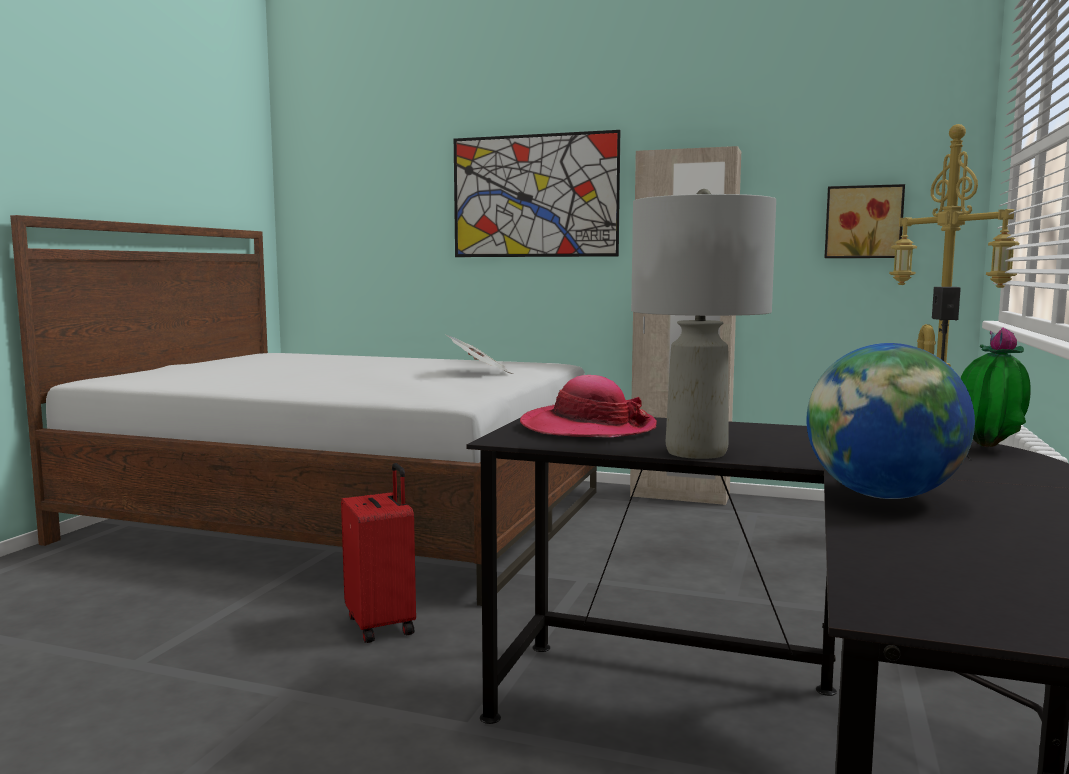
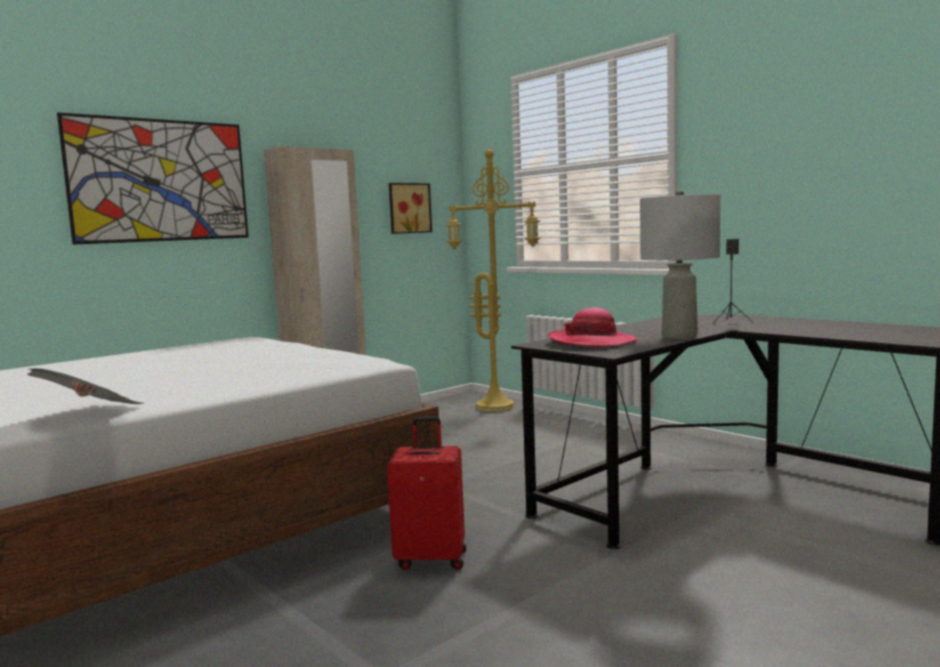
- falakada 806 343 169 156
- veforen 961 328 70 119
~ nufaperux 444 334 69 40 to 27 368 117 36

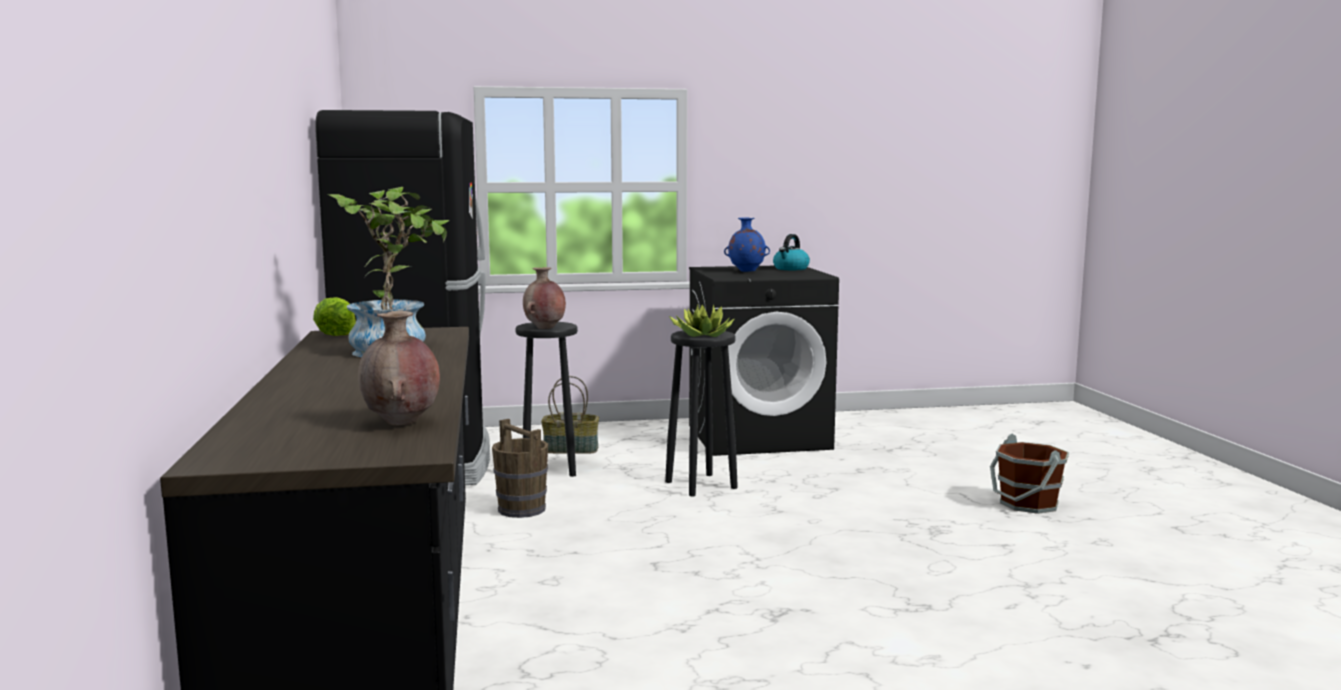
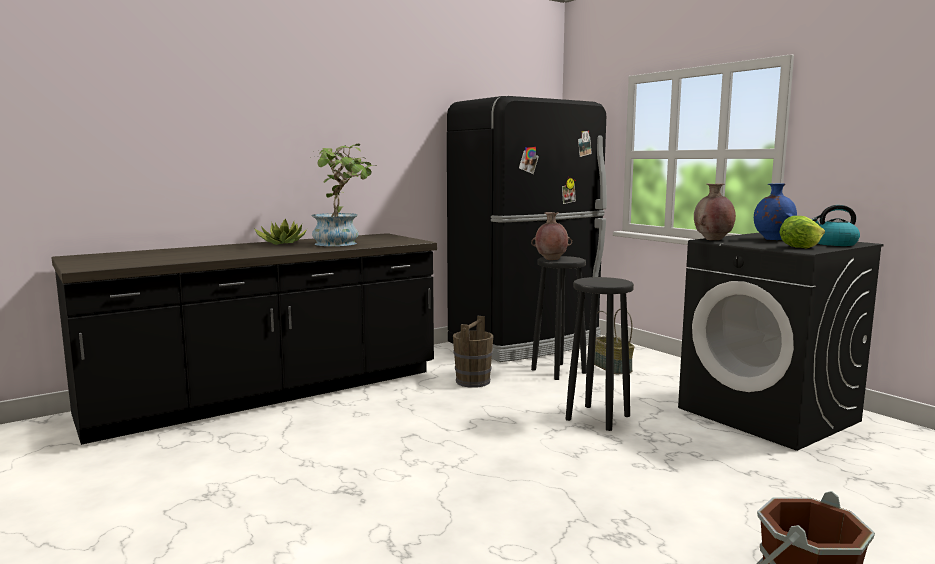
~ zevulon 313 297 43 39 to 779 216 46 32
~ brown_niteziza 358 311 82 114 to 694 183 42 57
~ veforen 669 304 66 33 to 254 218 53 27

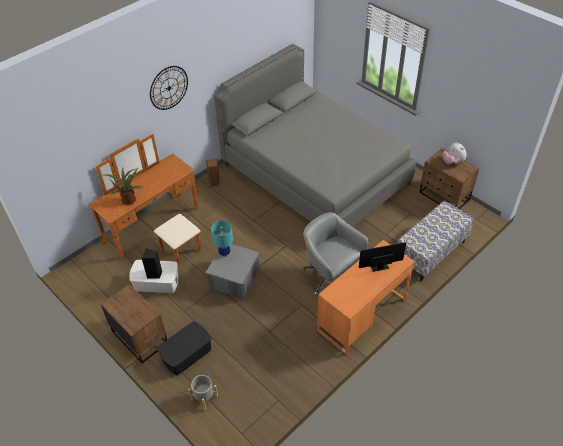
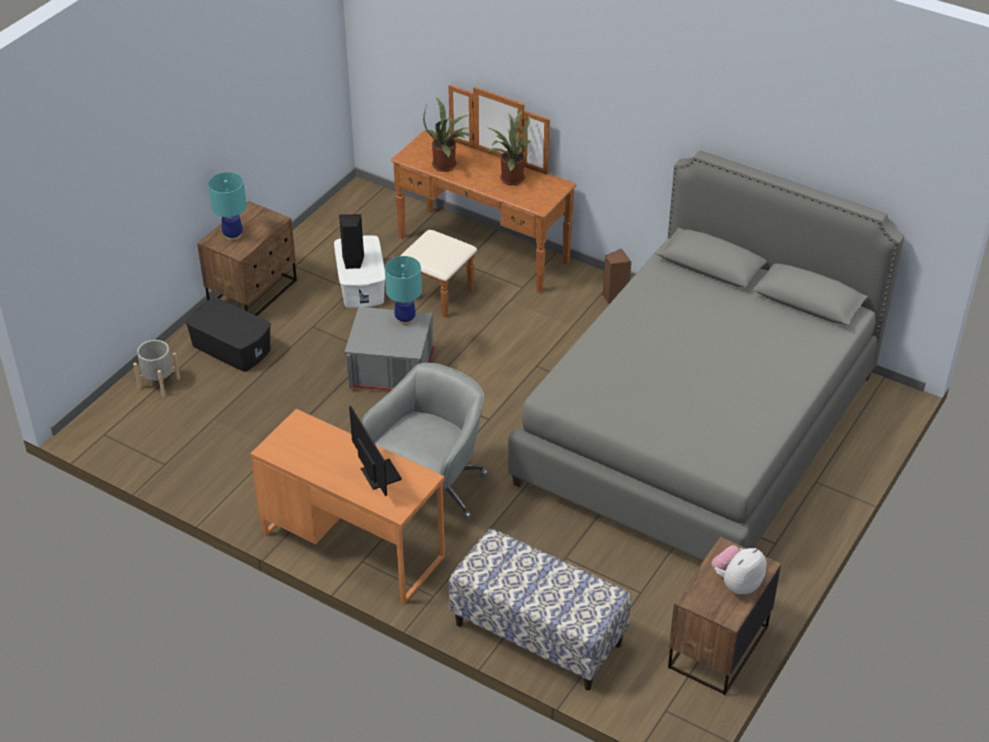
- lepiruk 150 66 38 44
+ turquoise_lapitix 208 172 39 69
+ veforen 488 110 43 75

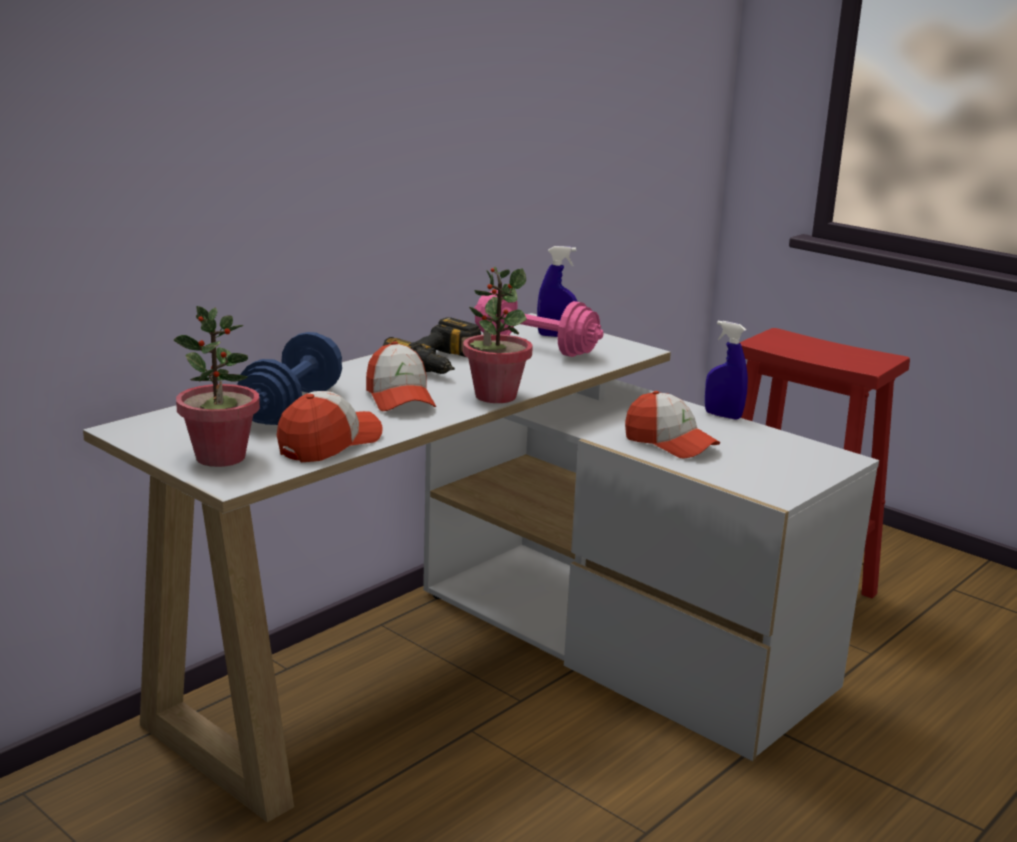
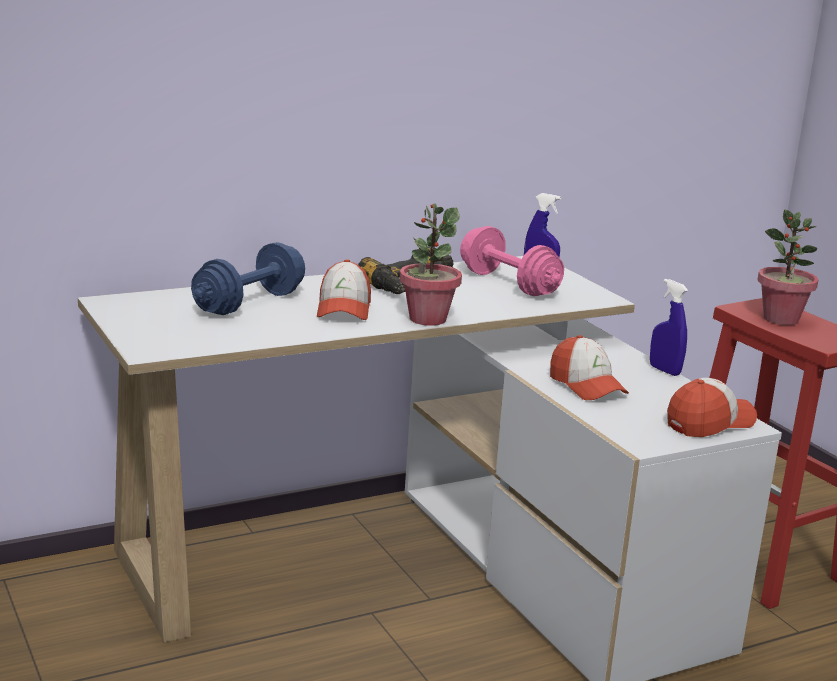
~ veforen 174 306 86 161 to 757 209 62 116
~ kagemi 277 391 105 71 to 667 378 90 59

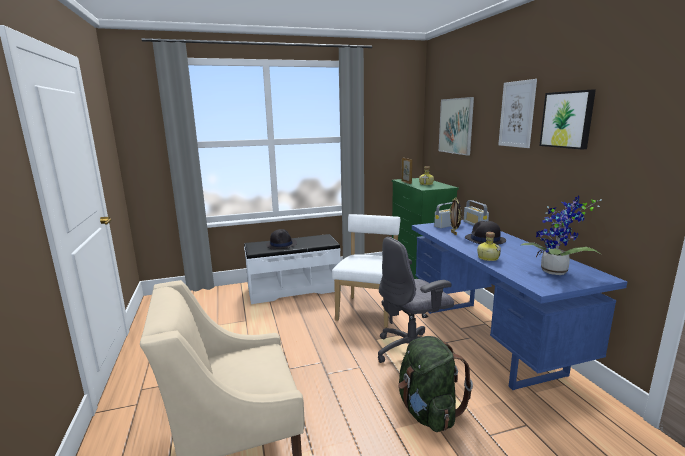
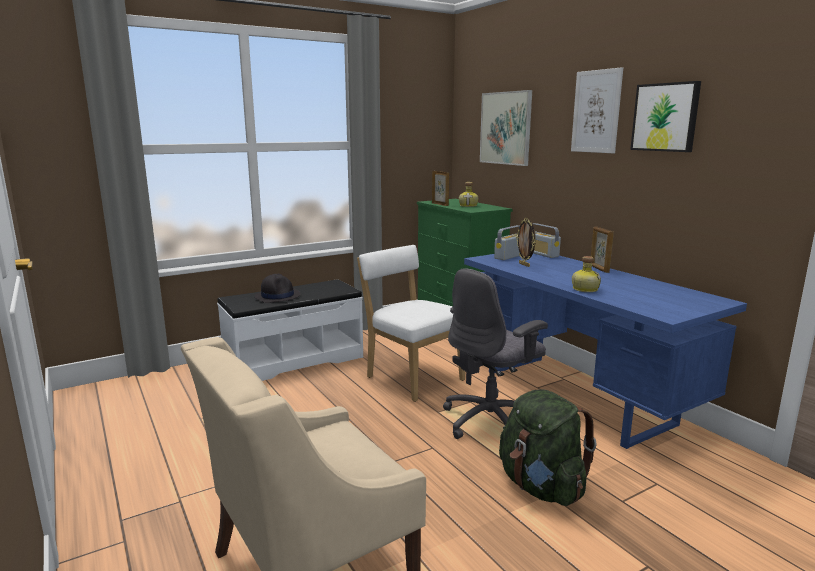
- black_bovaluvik 465 221 41 24
- veforen 521 196 81 79
+ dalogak 591 226 23 47
~ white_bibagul 332 214 69 114 = 357 245 108 157 45 degrees counterclockwise

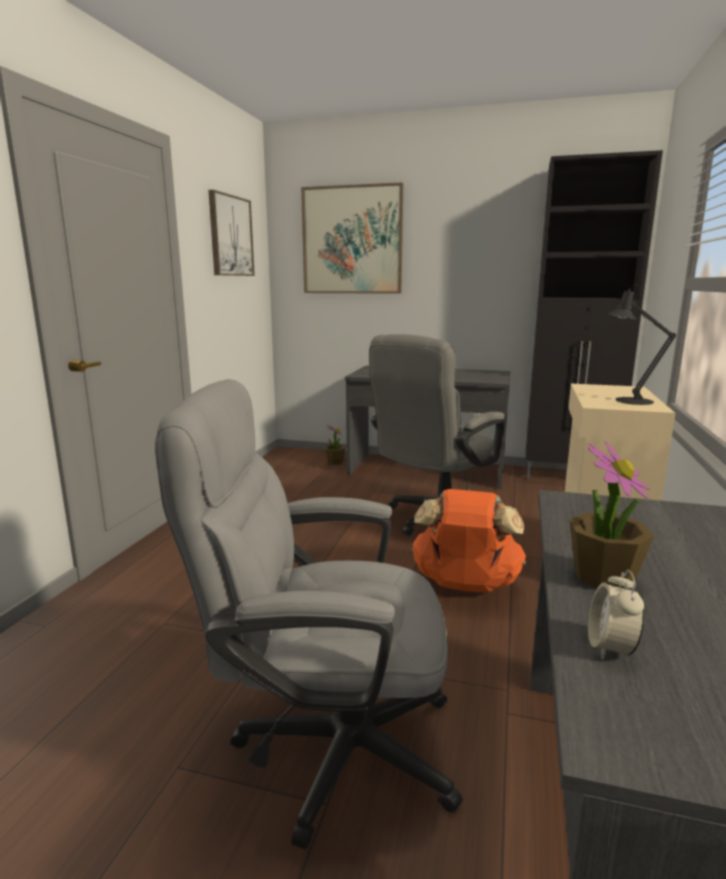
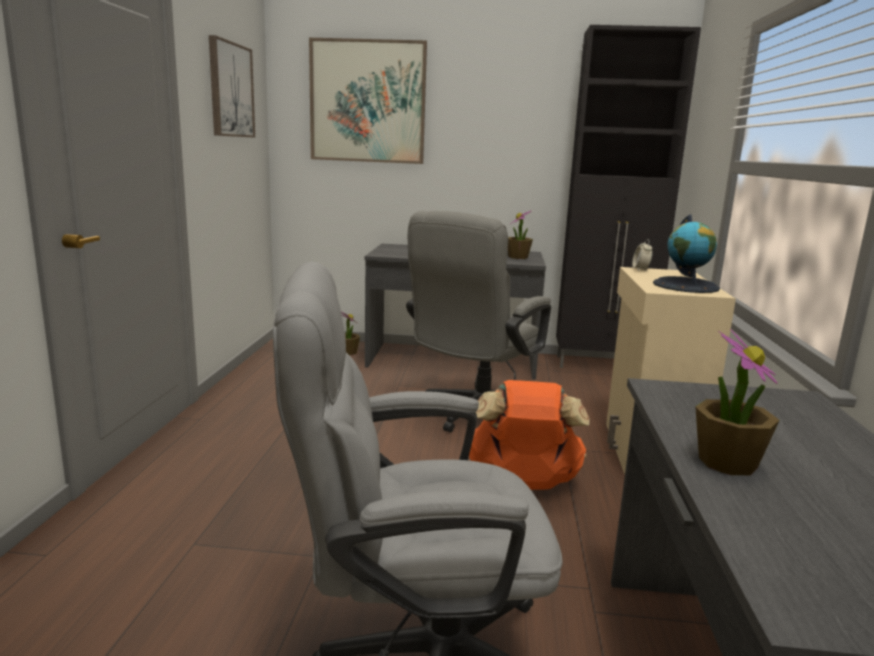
+ veforen 508 210 25 49
~ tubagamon 588 570 57 89 to 632 239 21 32
~ black_lapitix 608 284 68 121 to falakada 653 215 67 78

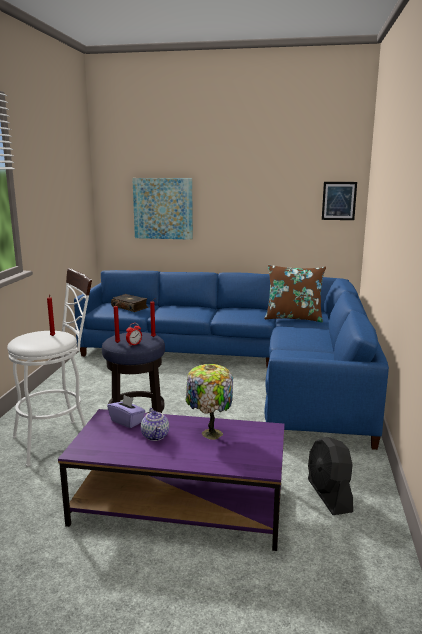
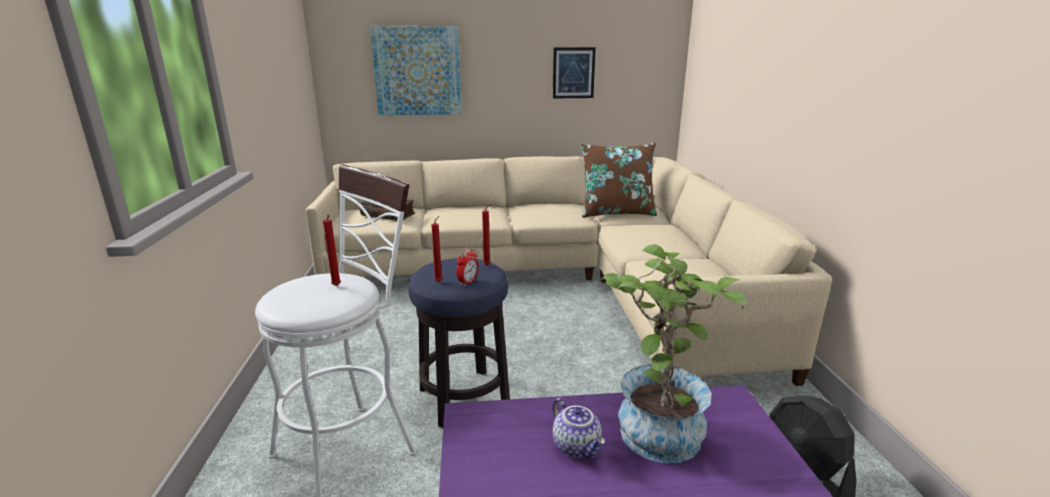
- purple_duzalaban 107 395 38 33
~ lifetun 322 182 35 38 to 553 47 43 51
~ lapitix 186 364 47 76 to veforen 600 244 147 219
~ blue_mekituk 74 270 315 180 to beige_mekituk 306 156 526 230

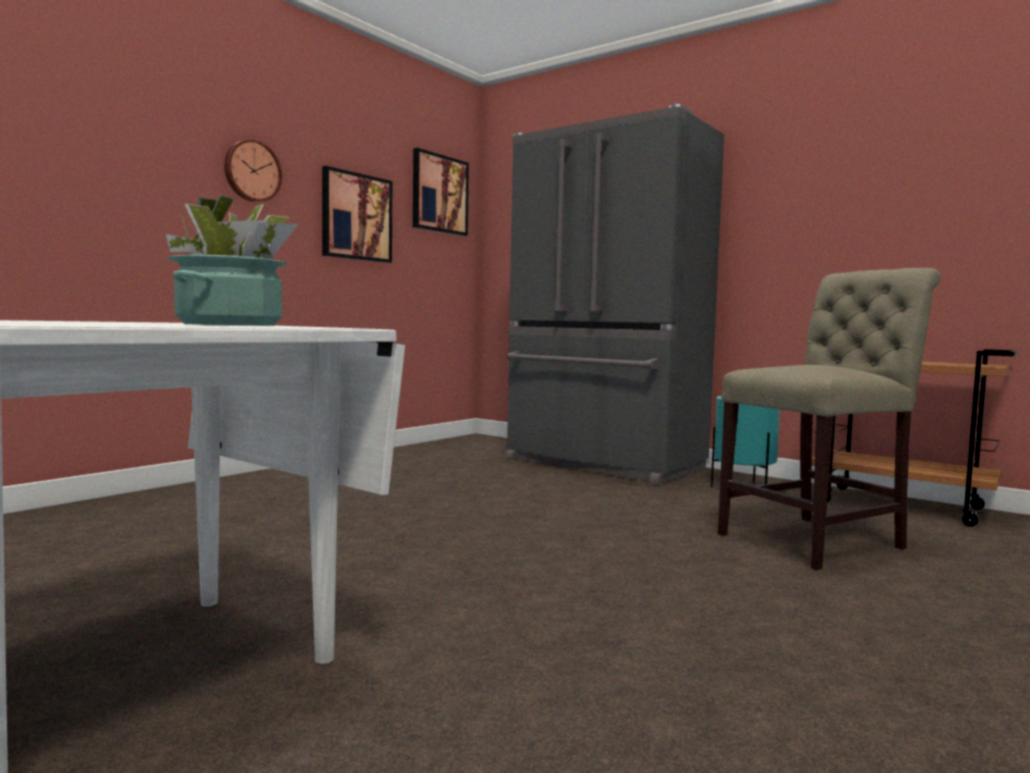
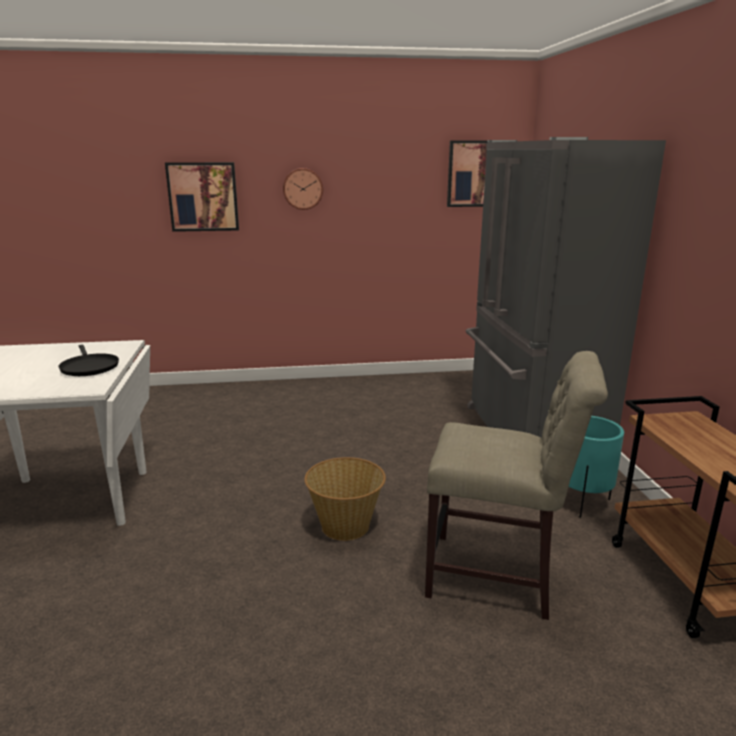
+ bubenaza 304 457 82 84
~ lifetun 322 166 70 97 to 165 162 74 70
~ veforen 166 194 132 131 to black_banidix 59 345 60 31

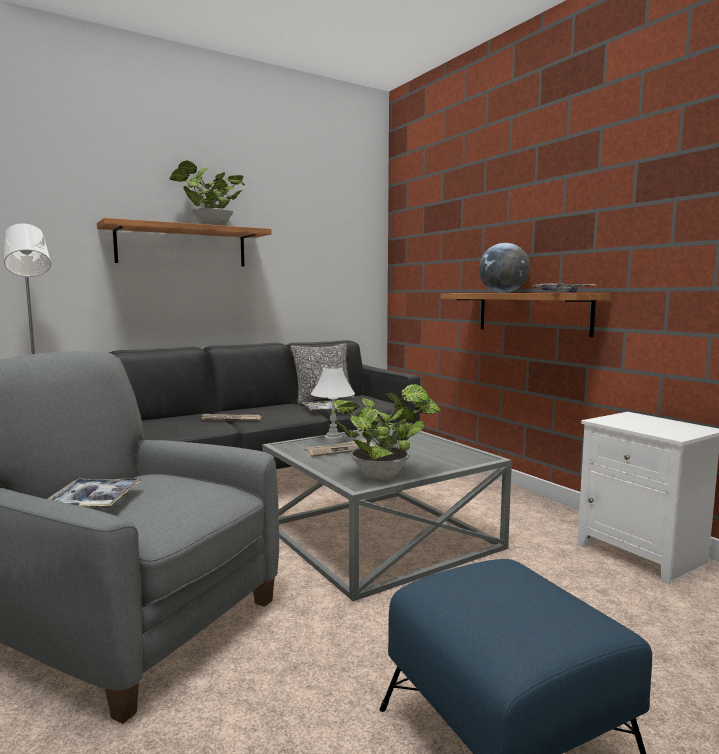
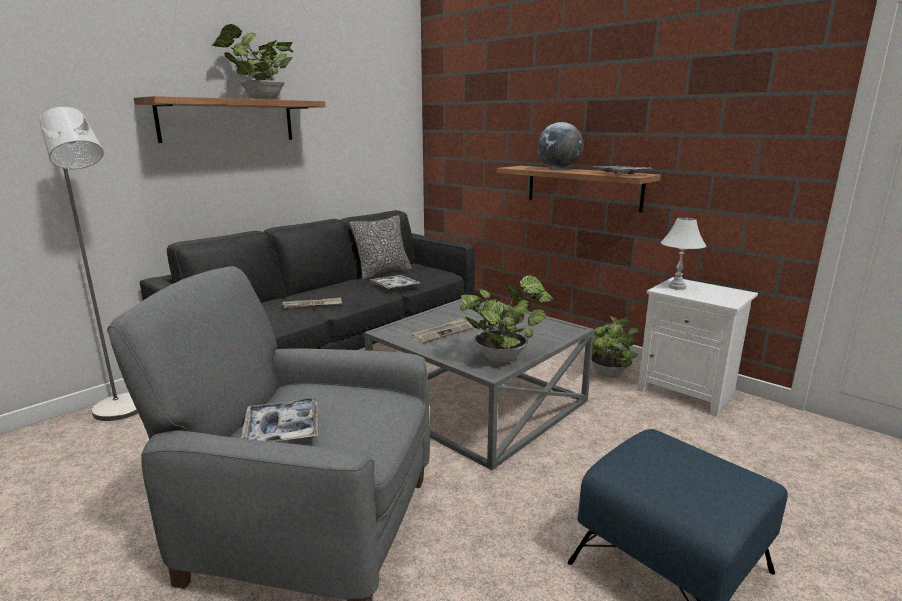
+ veforen 591 316 48 61
~ white_lapitix 311 367 44 75 to 661 218 45 72

